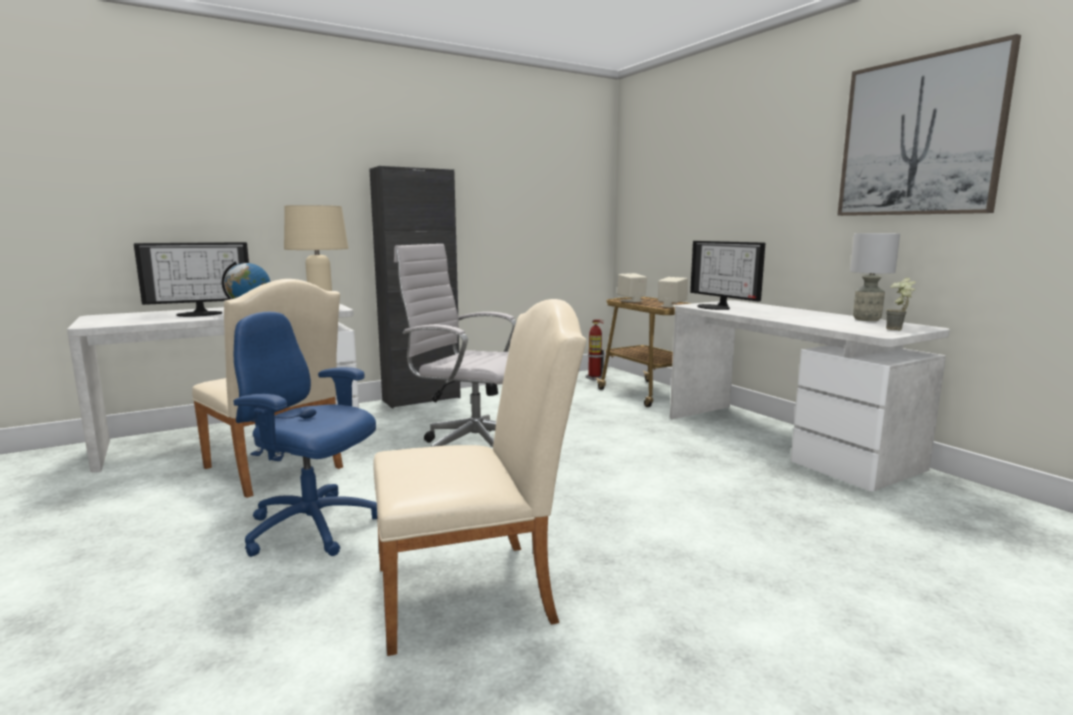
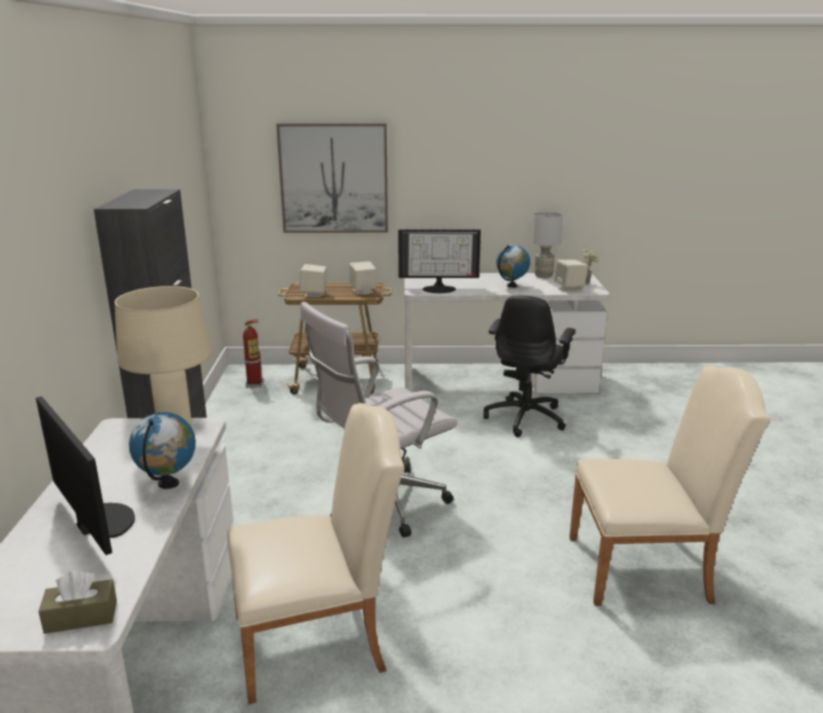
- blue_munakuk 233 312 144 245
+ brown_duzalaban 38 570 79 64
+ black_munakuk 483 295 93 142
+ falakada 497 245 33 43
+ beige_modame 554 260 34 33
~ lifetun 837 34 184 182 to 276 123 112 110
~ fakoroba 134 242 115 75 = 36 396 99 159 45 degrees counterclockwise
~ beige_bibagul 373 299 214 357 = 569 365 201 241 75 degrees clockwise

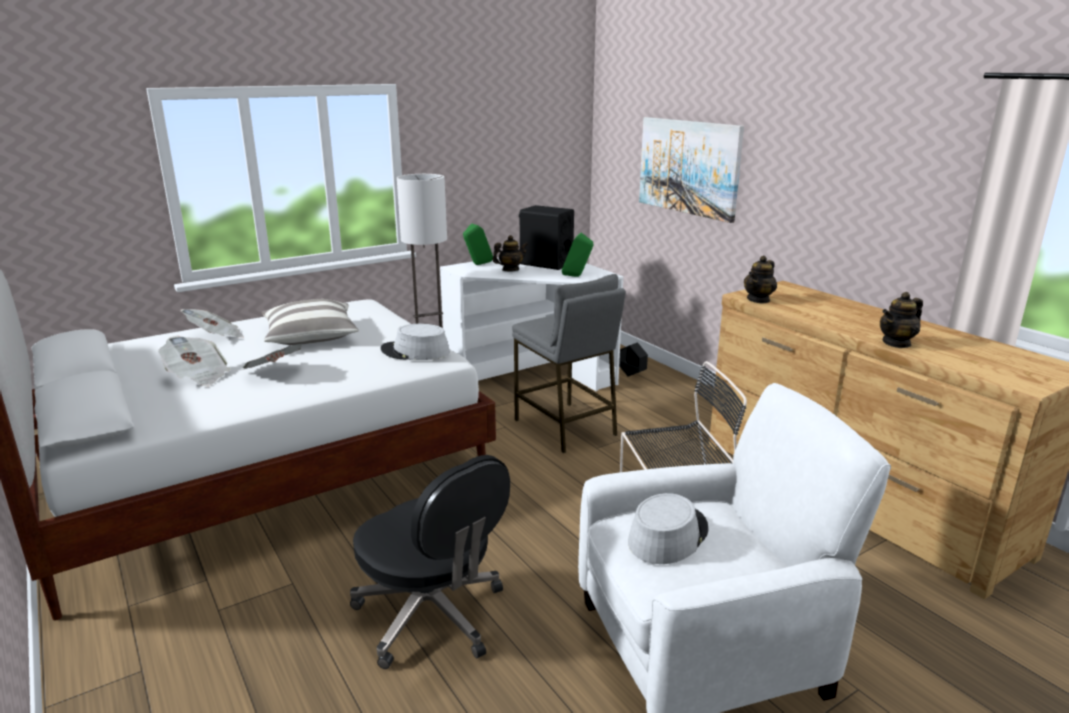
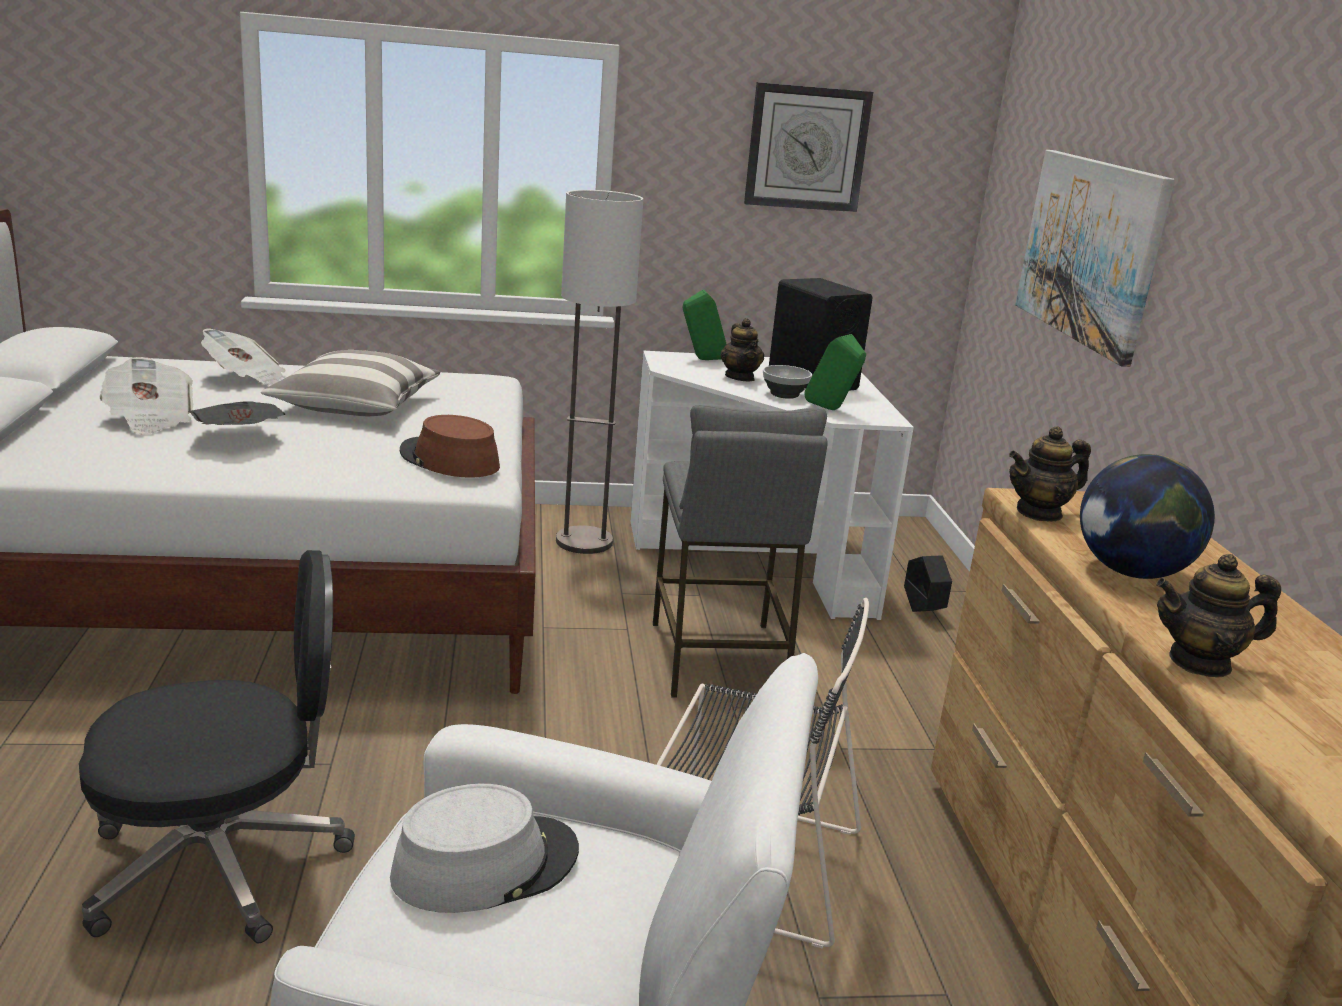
+ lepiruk 744 82 129 130
+ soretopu 763 365 49 34
+ falakada 1080 454 135 125
~ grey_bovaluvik 381 324 69 36 to brown_bovaluvik 400 415 100 63
~ black_munakuk 350 455 160 214 = 79 550 276 393 90 degrees counterclockwise
~ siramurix 492 235 36 36 = 720 318 44 63 75 degrees clockwise

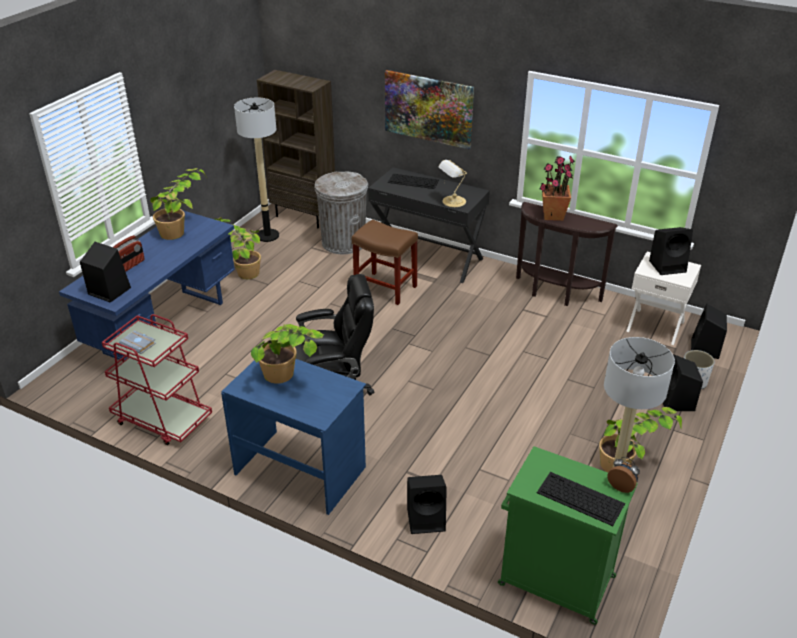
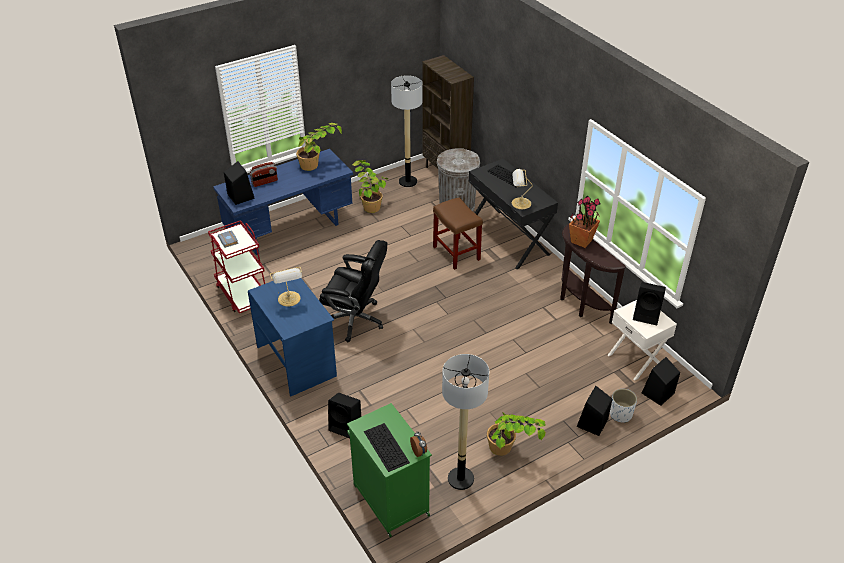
- lifetun 385 70 89 79
~ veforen 251 324 73 60 to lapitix 270 267 32 40

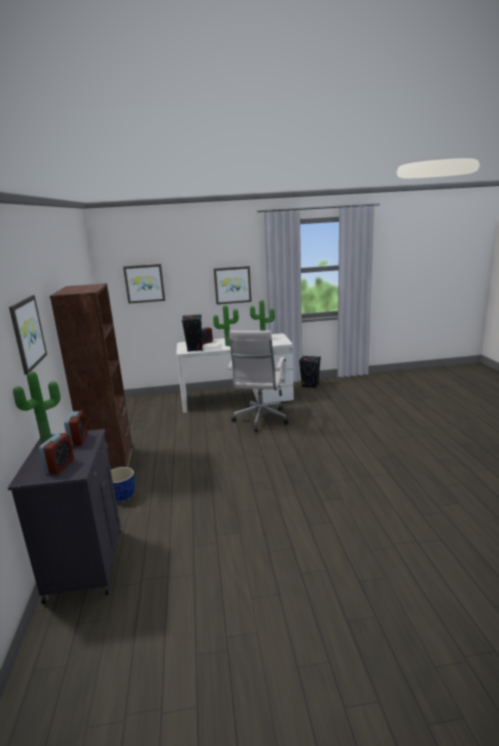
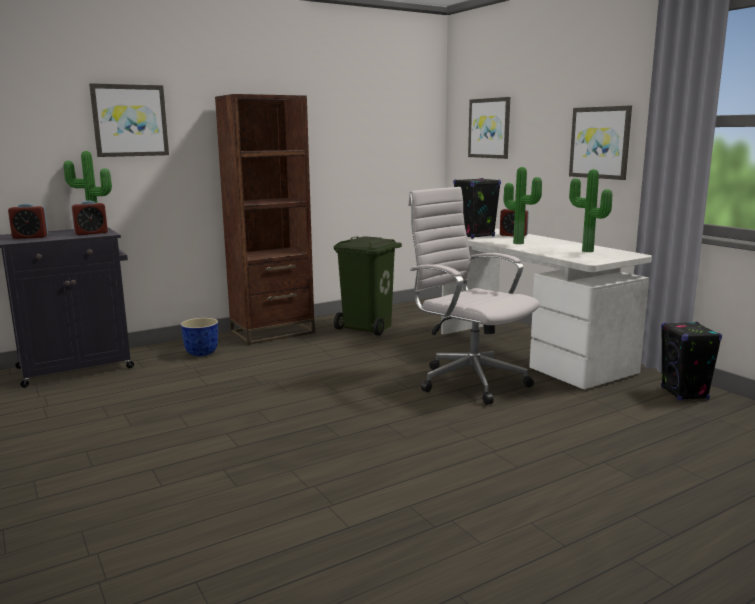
+ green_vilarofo 333 236 69 100
~ white_munakuk 228 330 61 102 = 408 187 132 218 60 degrees clockwise

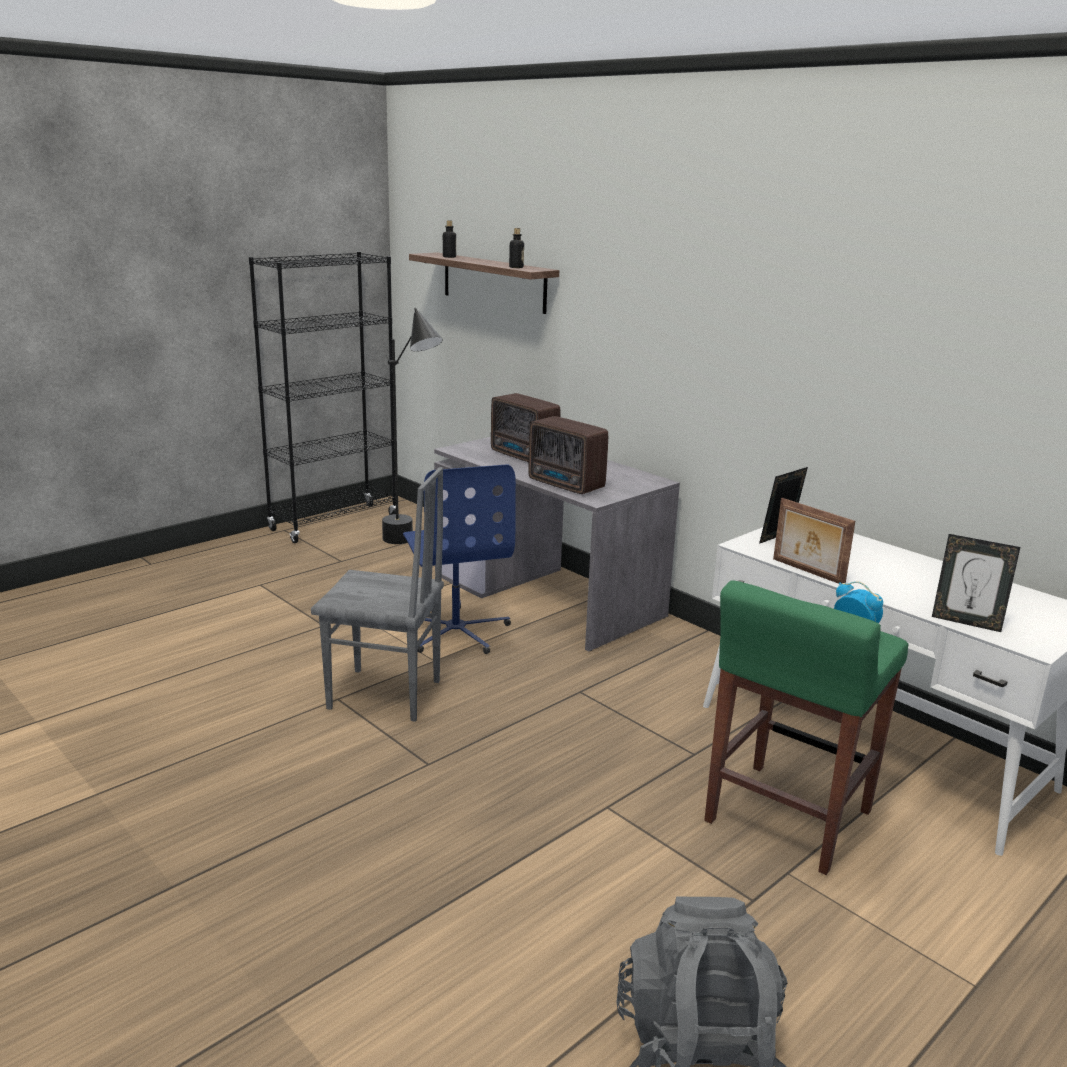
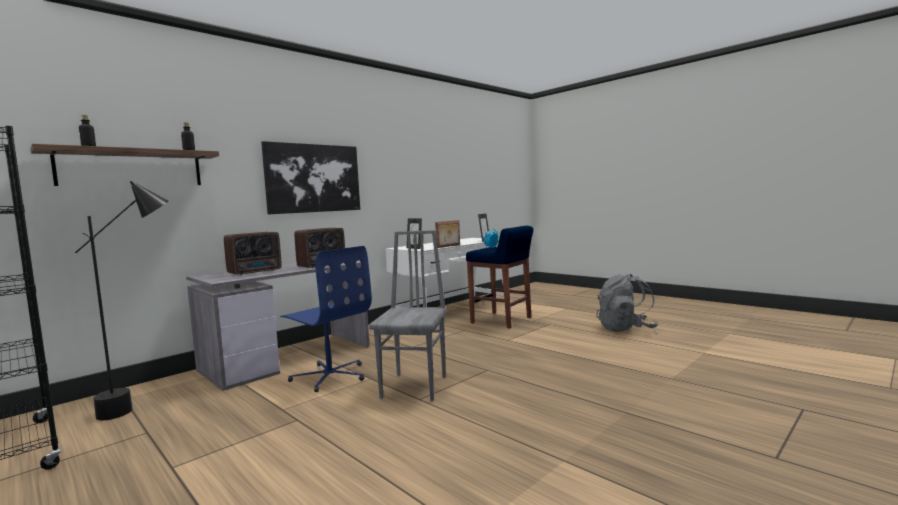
+ lifetun 261 141 99 73
~ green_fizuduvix 704 580 204 295 to blue_fizuduvix 466 226 67 103
~ blue_munakuk 403 464 113 190 = 281 246 91 146 60 degrees clockwise

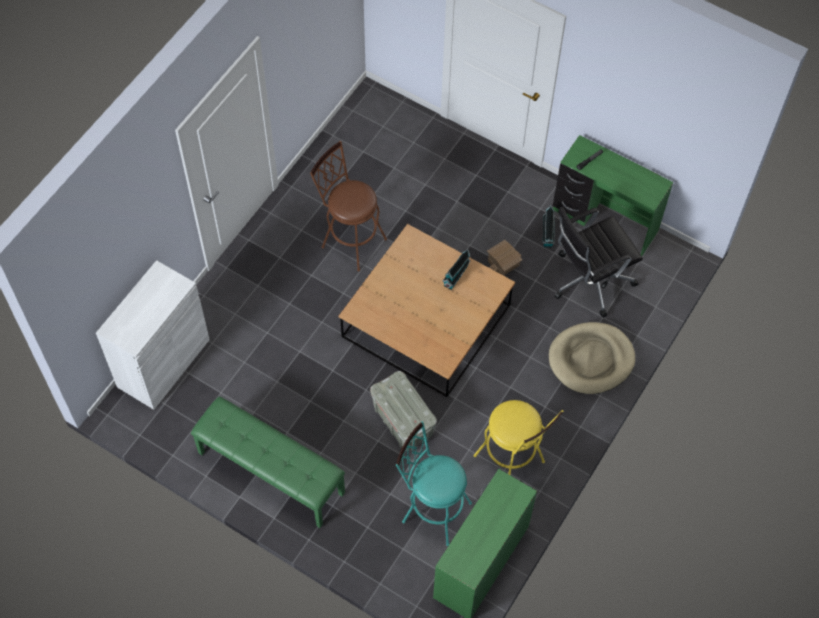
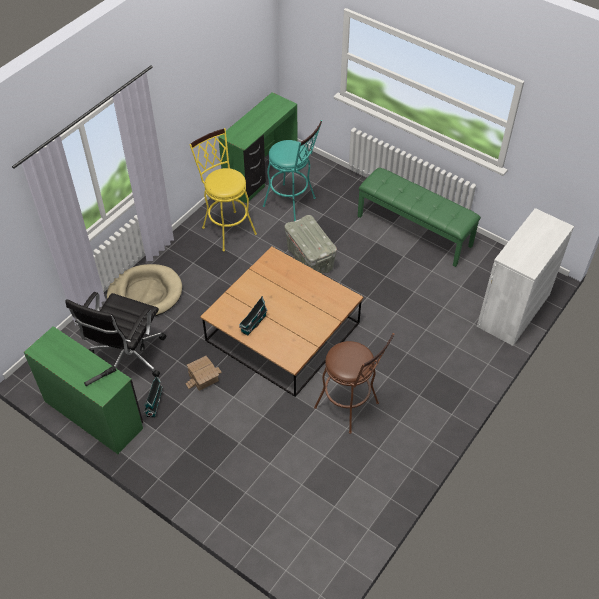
~ black_munakuk 554 207 89 111 = 65 292 102 85 135 degrees clockwise

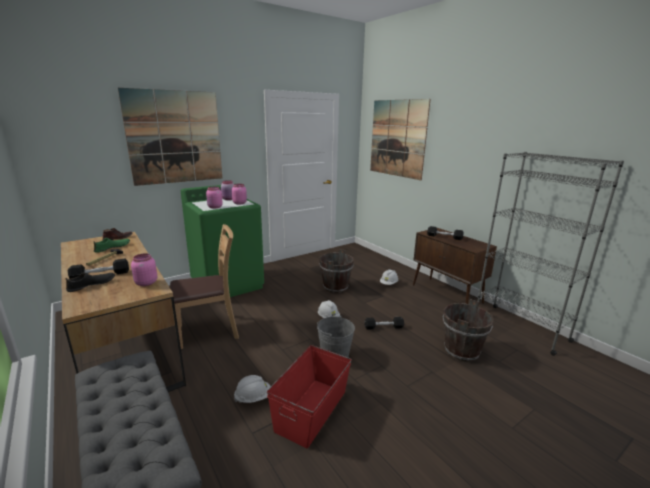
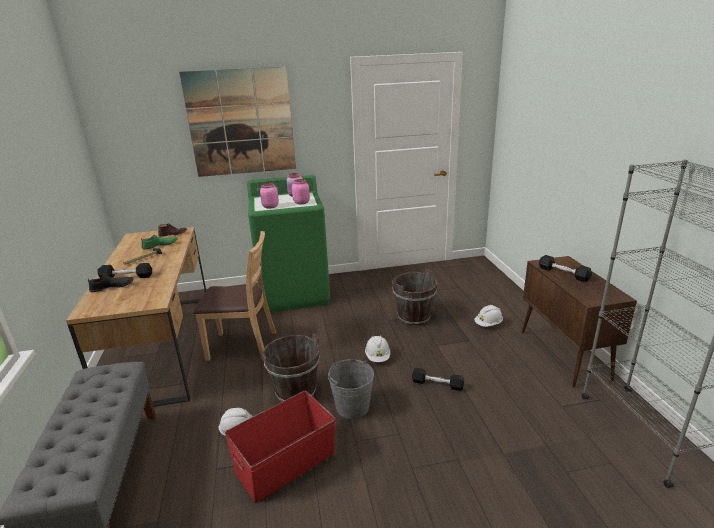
- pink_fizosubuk 131 254 26 32
- lifetun 370 99 60 81
~ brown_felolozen 443 299 51 63 to 261 334 59 68

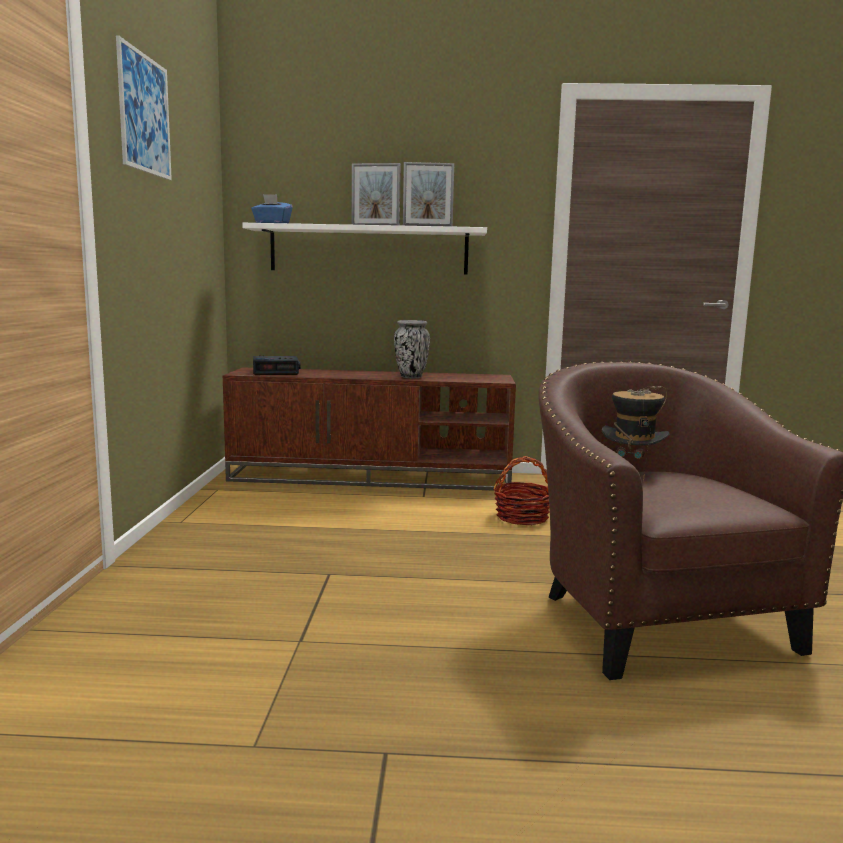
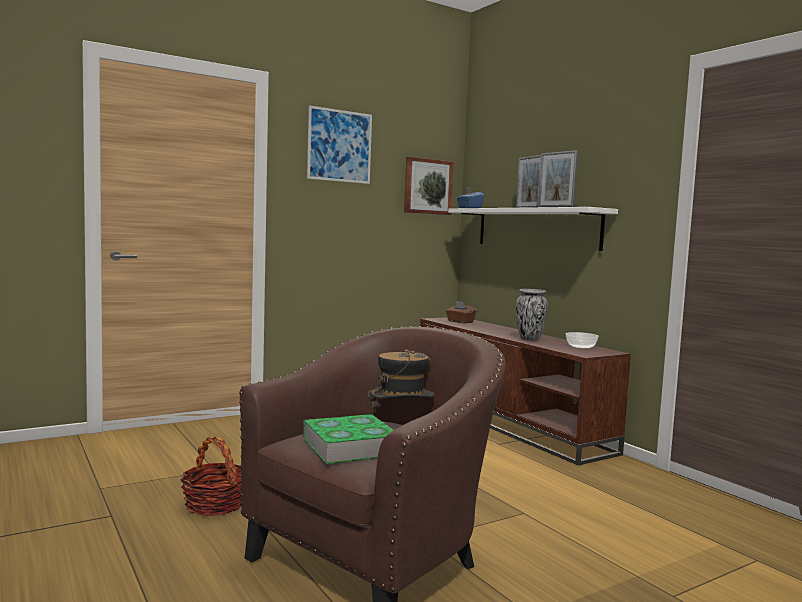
+ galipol 303 414 91 50
+ lifetun 404 157 50 58
+ soretopu 566 332 33 17
~ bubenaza 493 456 57 69 to 180 437 61 79
~ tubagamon 253 355 48 20 to brown_duzalaban 446 300 31 23

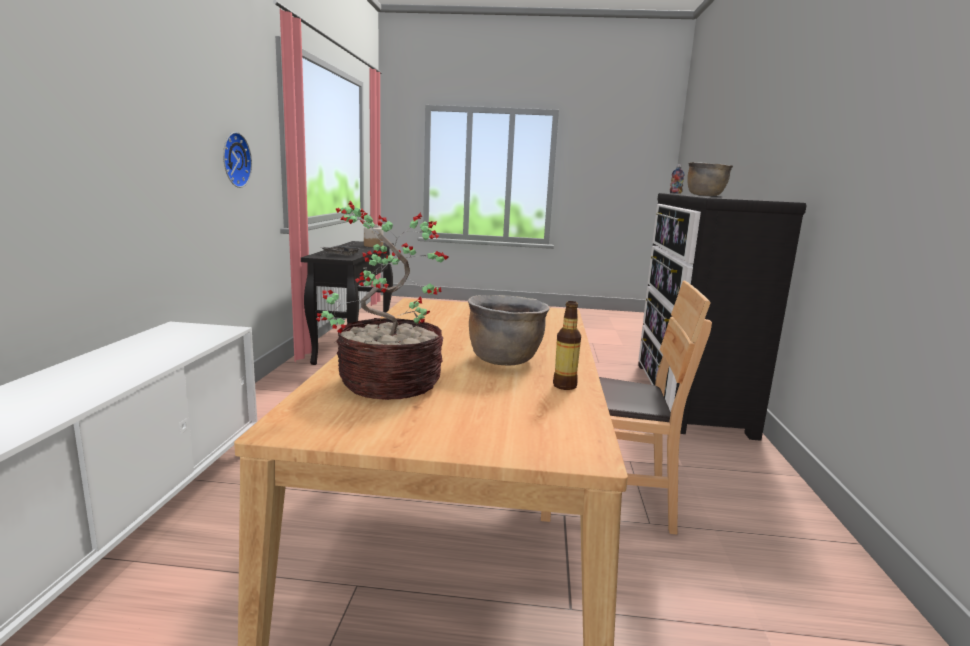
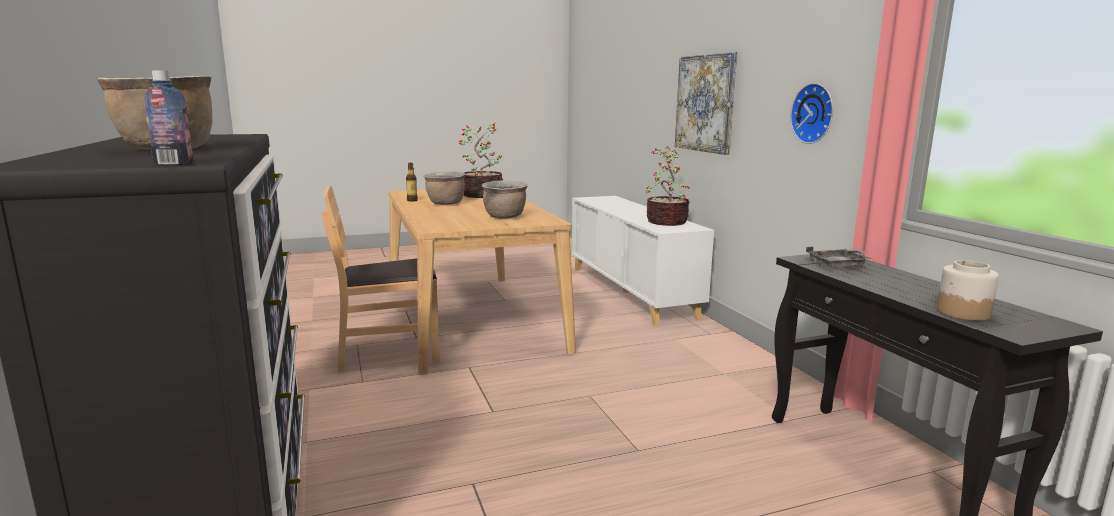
+ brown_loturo 482 180 46 39
+ veforen 646 146 44 80
+ lifetun 675 52 63 103

